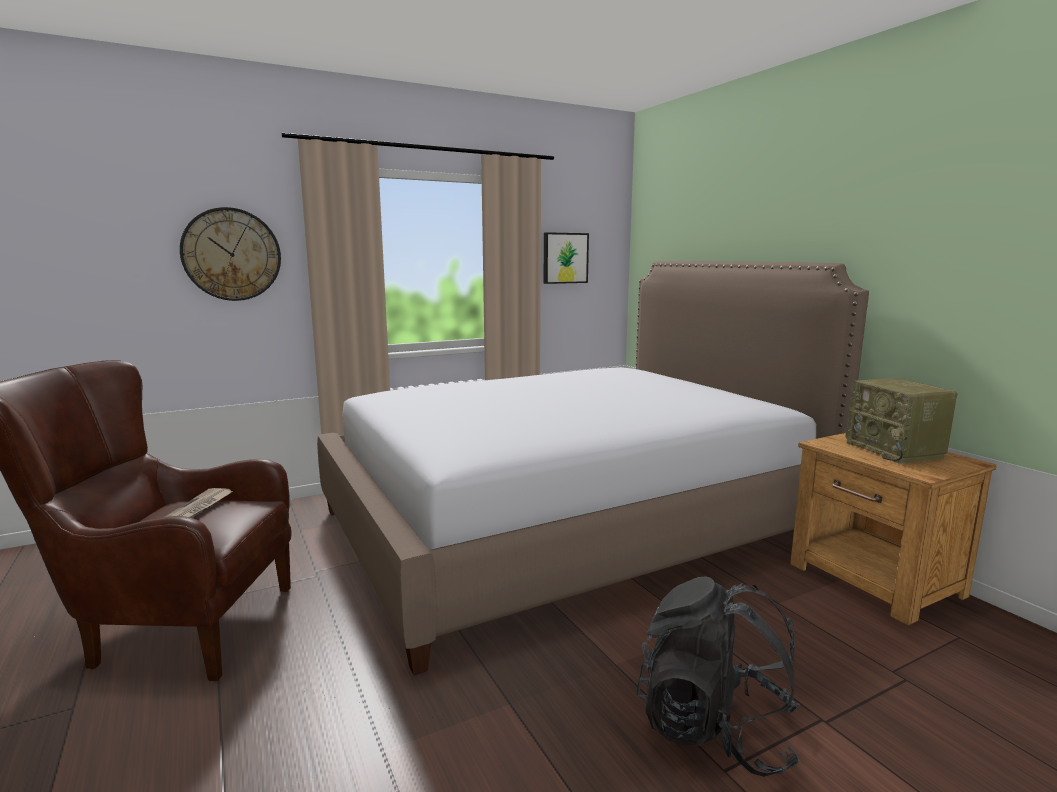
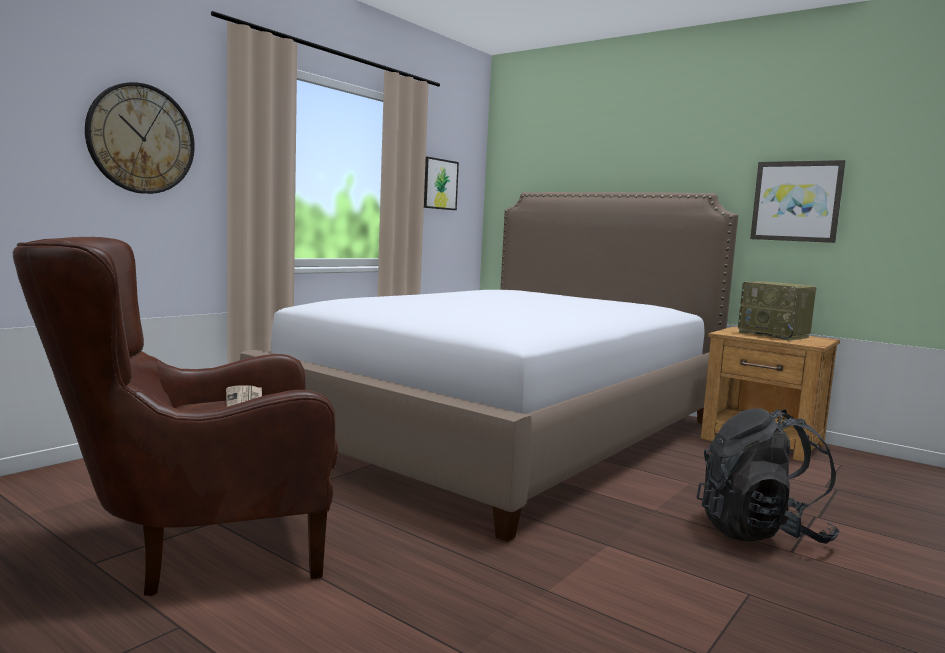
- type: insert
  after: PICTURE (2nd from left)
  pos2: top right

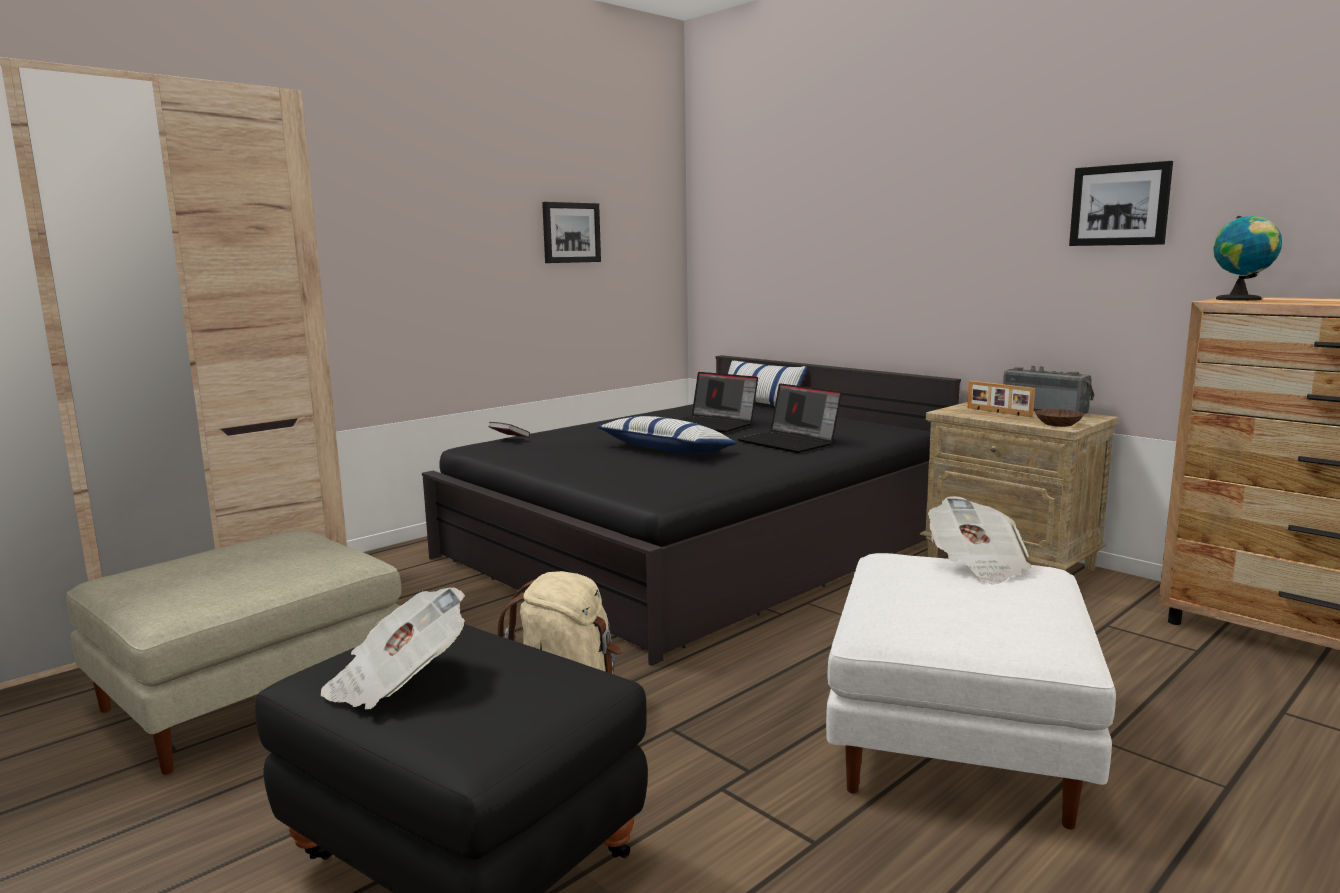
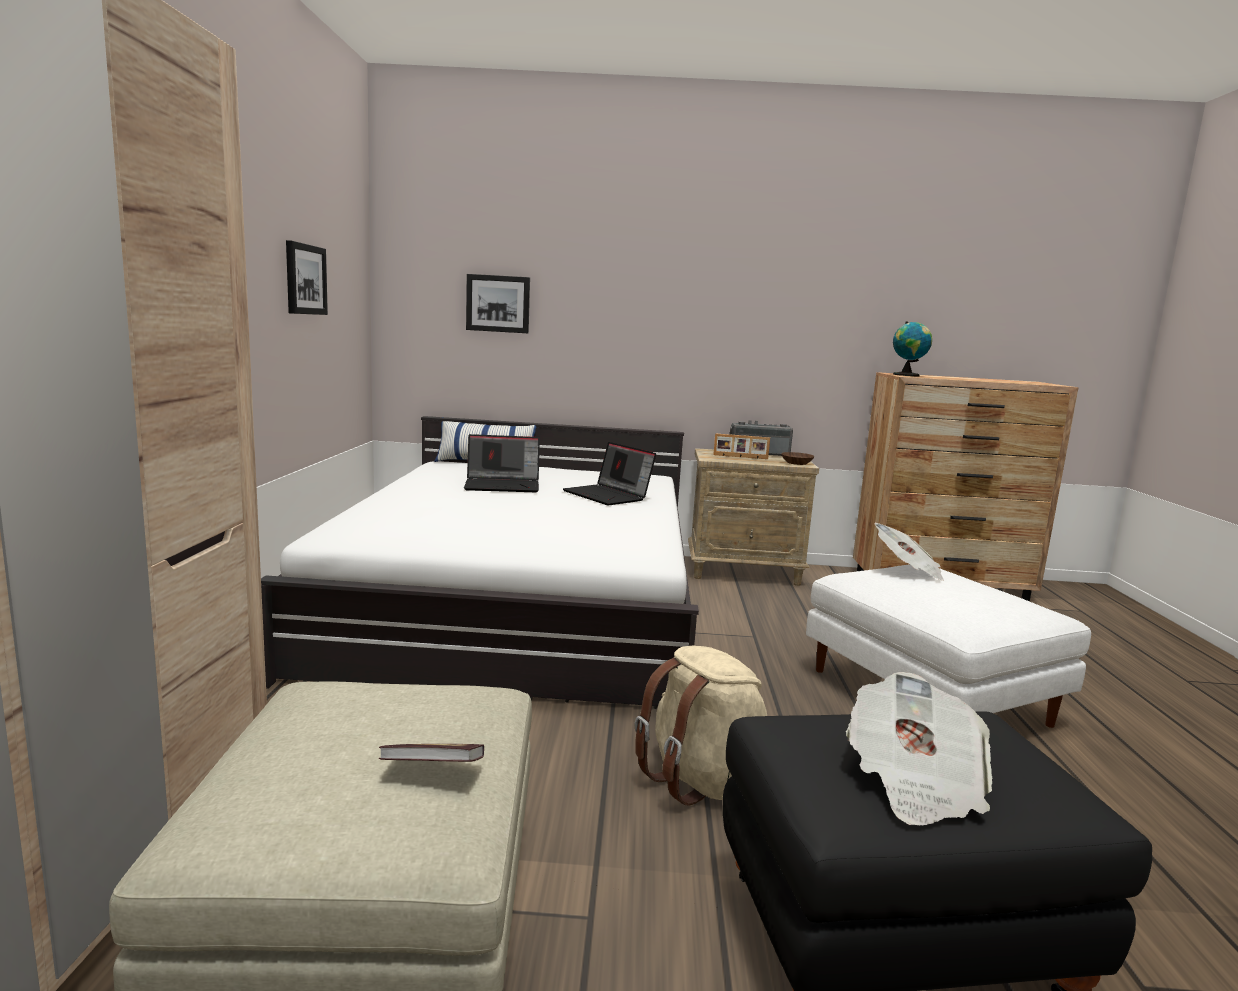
- type: delete
  before: PILLOW (1st from left)
  pos1: centre
- type: move
  before: BOOK
  pos1: centre
  pos2: bottom centre
- type: move
  before: PICTURE (2nd from left)
  pos1: top right
  pos2: top centre
- type: recolor
  before: BLACK BED
  after: WHITE BED
  pos1: centre
  pos2: centre
- type: rotate
  before: LAPTOP (2nd from left)
  pos1: centre
  pos2: centre
  turn: 45

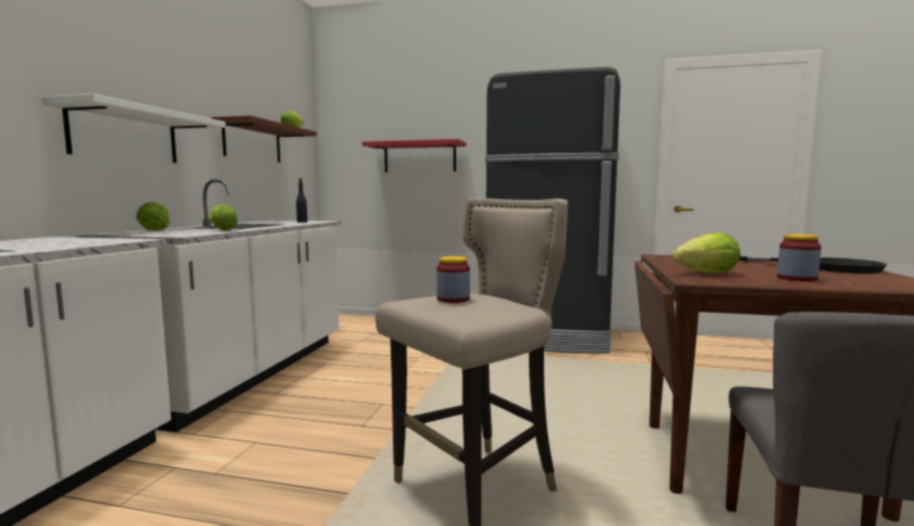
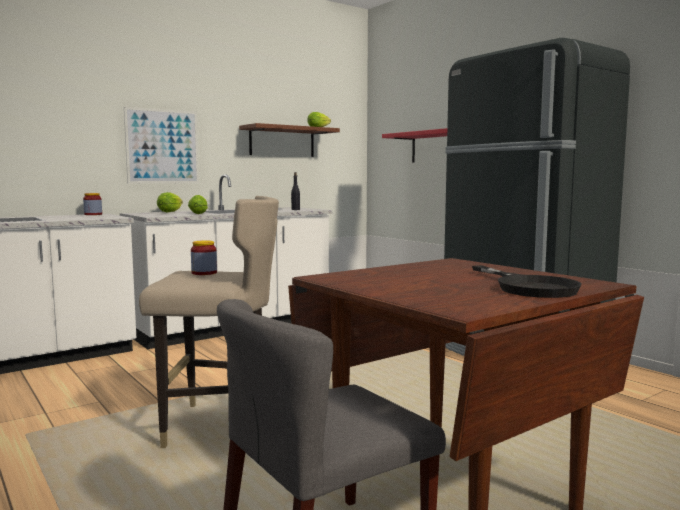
- type: delete
  before: LETTUCE (4th from left)
  pos1: middle right
- type: move
  before: JAR (2nd from left in the first image)
  after: JAR (1st from left)
  pos1: middle right
  pos2: middle left
- type: replace
  before: WHITE SHELF
  after: PICTURE
  pos1: top left
  pos2: top left

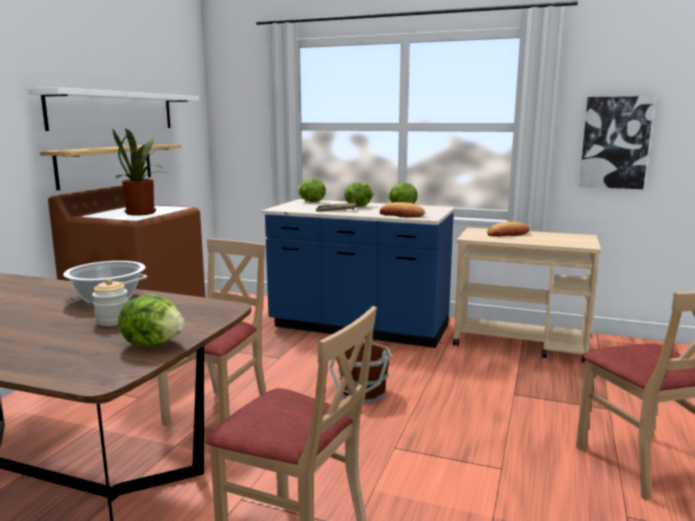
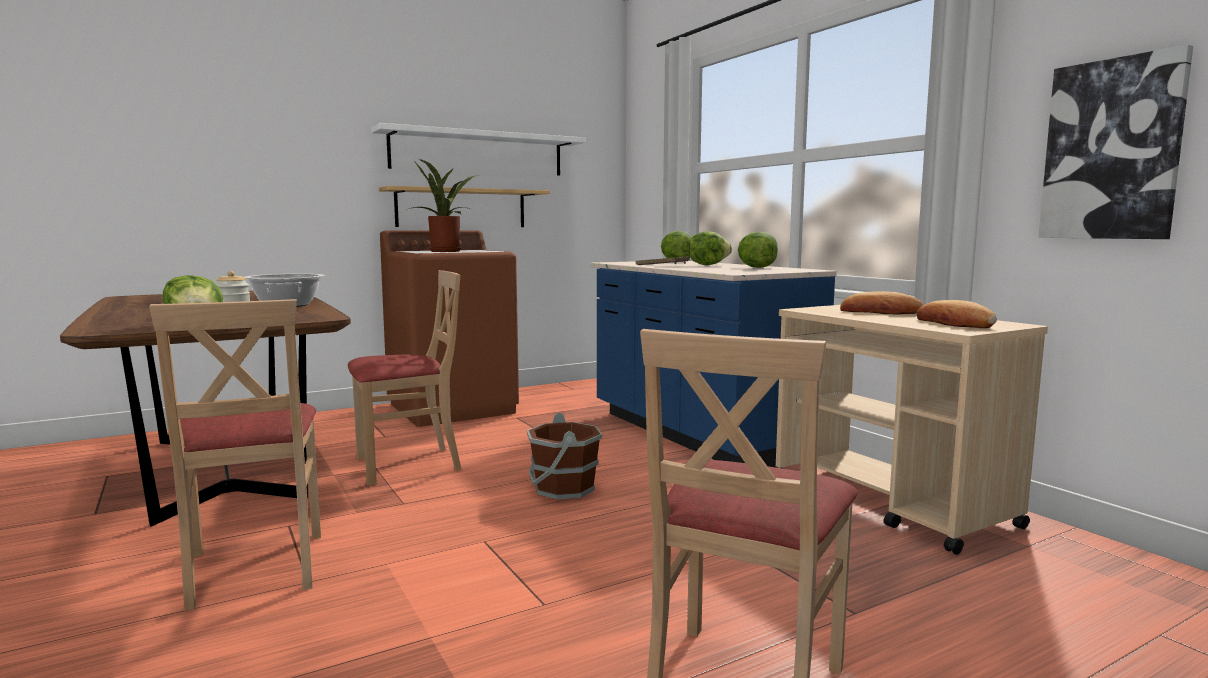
- type: move
  before: BREAD (1st from left in the first image)
  after: BREAD (2nd from left)
  pos1: centre
  pos2: middle right

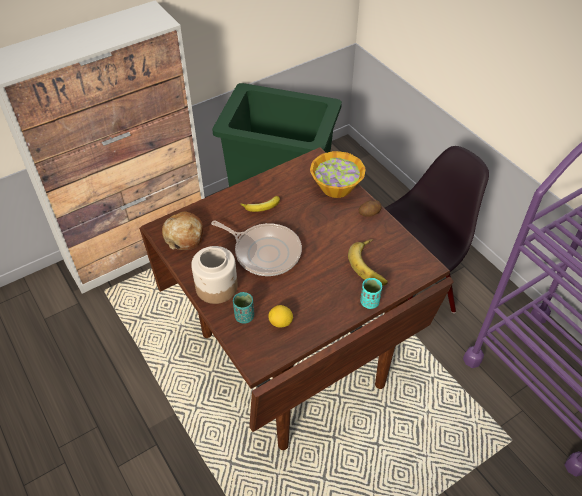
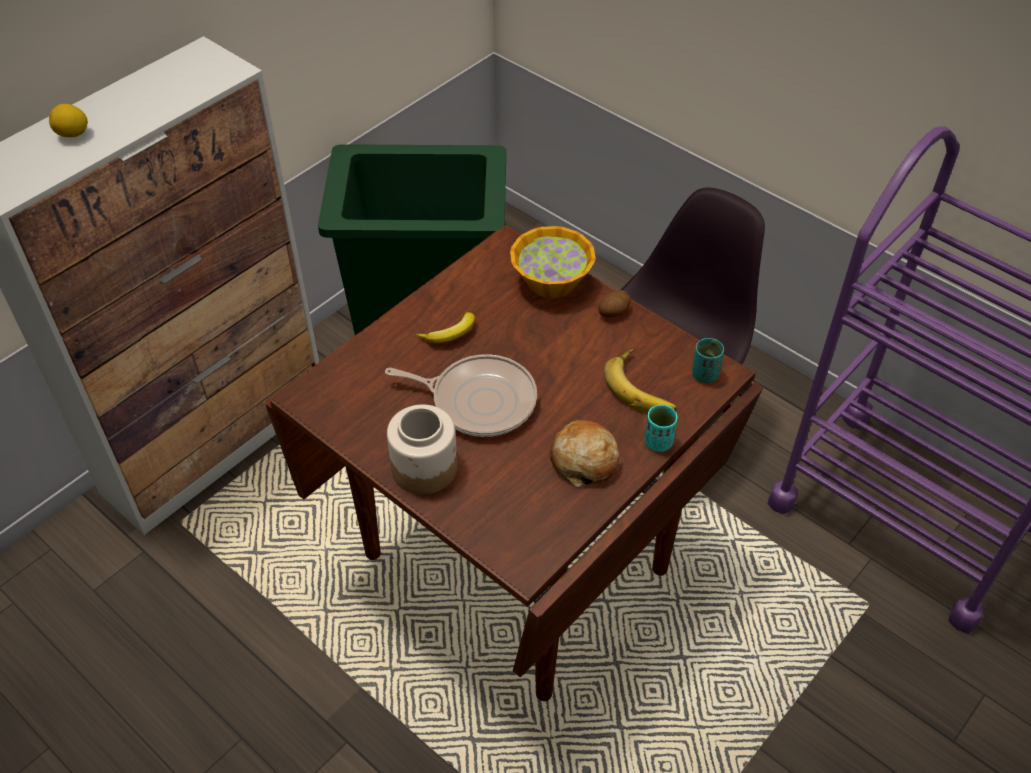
- type: move
  before: BREAD
  pos1: middle left
  pos2: centre
- type: move
  before: TURQUOISE CUP (1st from left in the first image)
  after: TURQUOISE CUP (2nd from left)
  pos1: centre
  pos2: middle right
- type: move
  before: LEMON
  pos1: centre
  pos2: top left

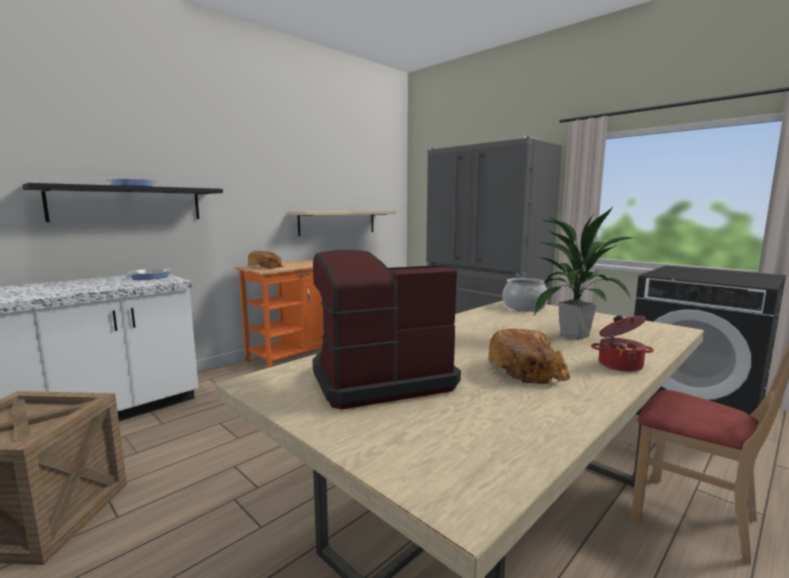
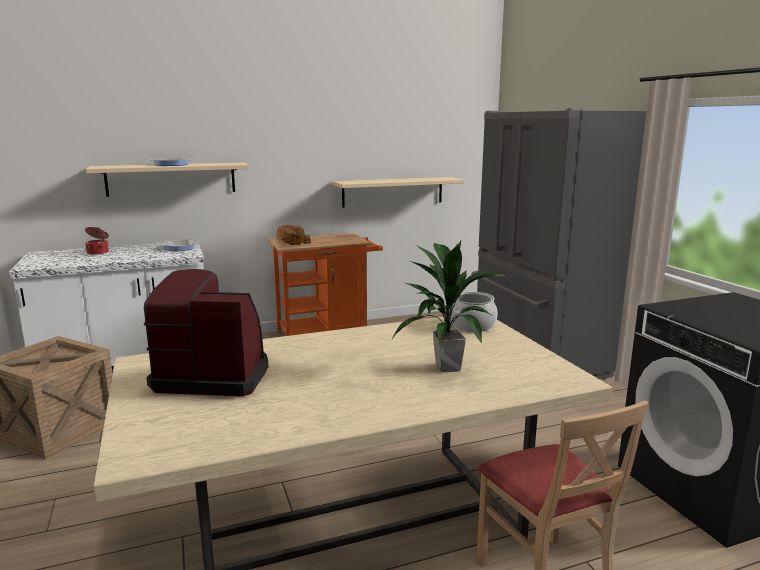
- type: delete
  before: BREAD (2nd from left)
  pos1: middle right
- type: move
  before: COOKING POT (2nd from left in the first image)
  after: COOKING POT (1st from left)
  pos1: middle right
  pos2: middle left
- type: recolor
  before: BLACK SHELF
  after: BEIGE SHELF (1st from left)
  pos1: middle left
  pos2: top left

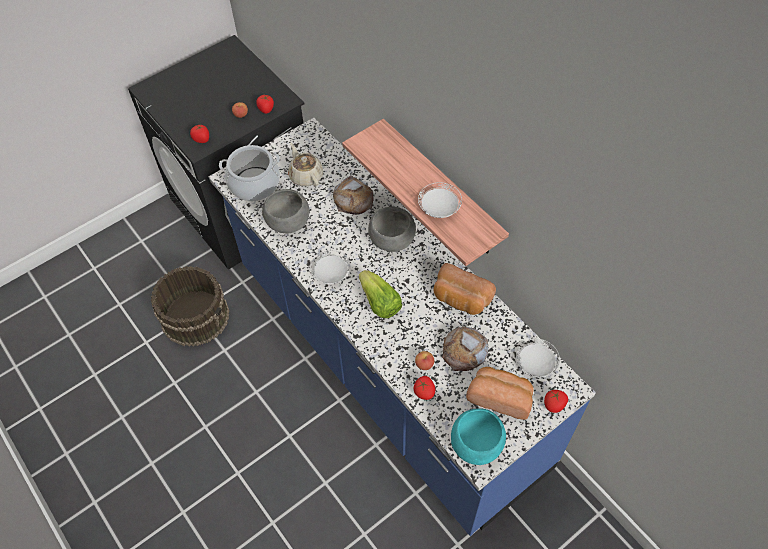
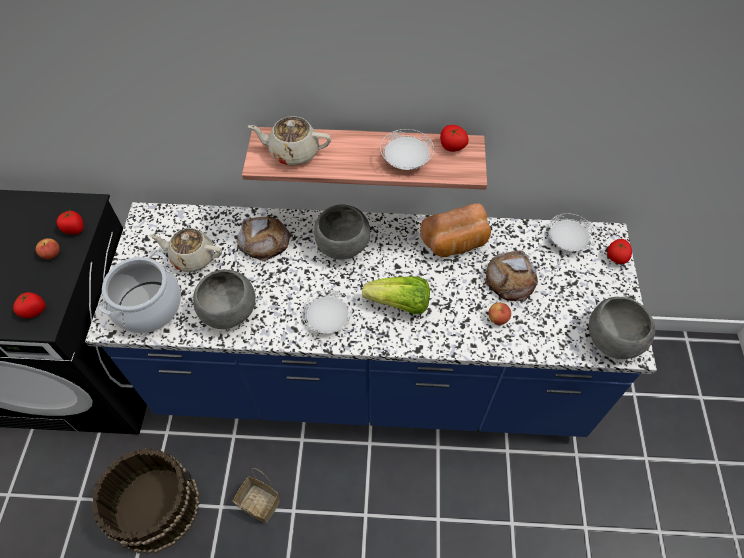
- type: delete
  before: BREAD (4th from left)
  pos1: bottom centre
- type: insert
  after: BASKET
  pos2: bottom centre
- type: insert
  after: BEIGE TEAPOT (2nd from left)
  pos2: top centre
- type: move
  before: TOMATO (3rd from left)
  pos1: bottom centre
  pos2: top centre
- type: recolor
  before: TURQUOISE BOWL
  after: GREY BOWL (3rd from left)
  pos1: bottom centre
  pos2: middle right

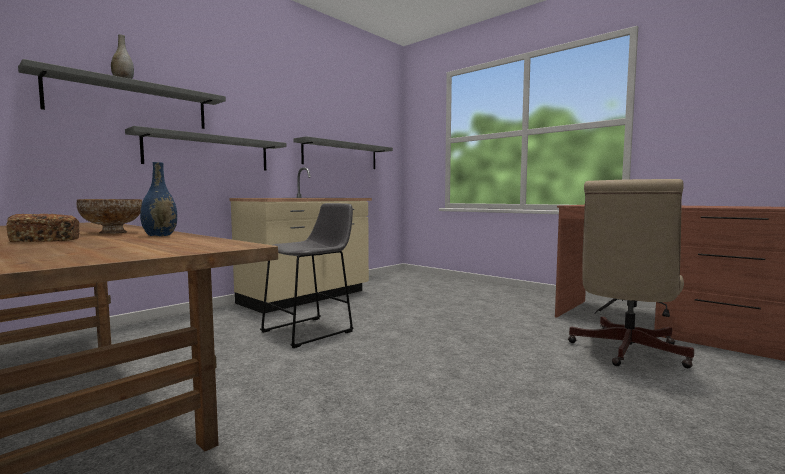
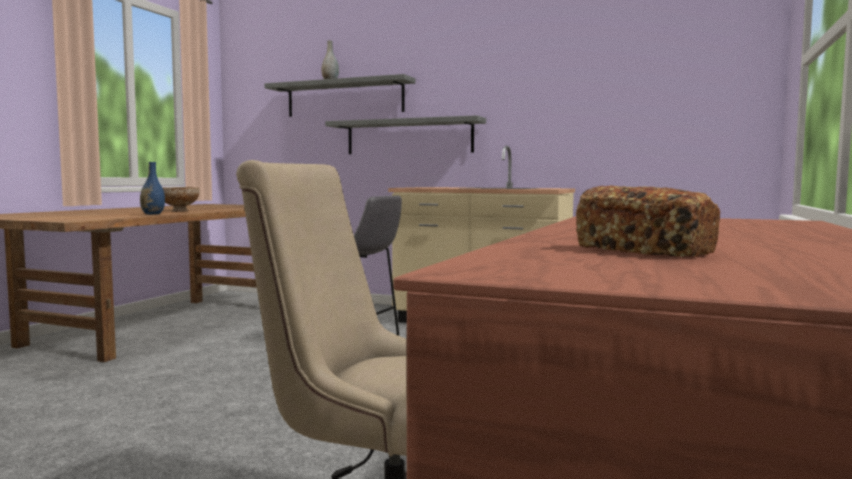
- type: delete
  before: GREY SHELF (3rd from left)
  pos1: top centre
- type: move
  before: BREAD
  pos1: middle left
  pos2: middle right

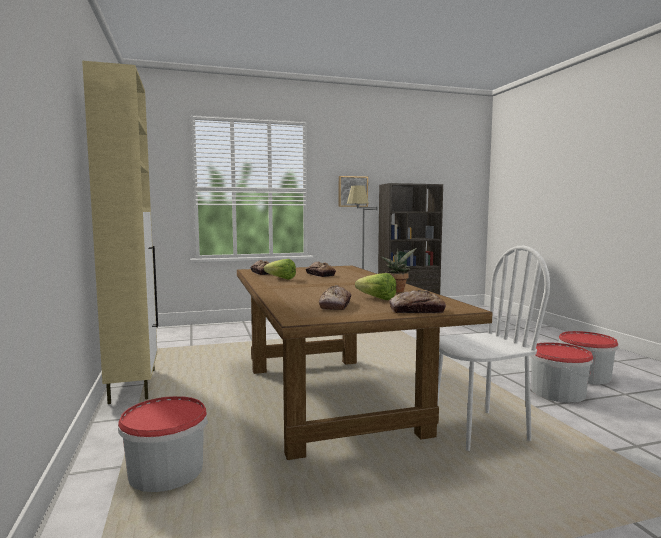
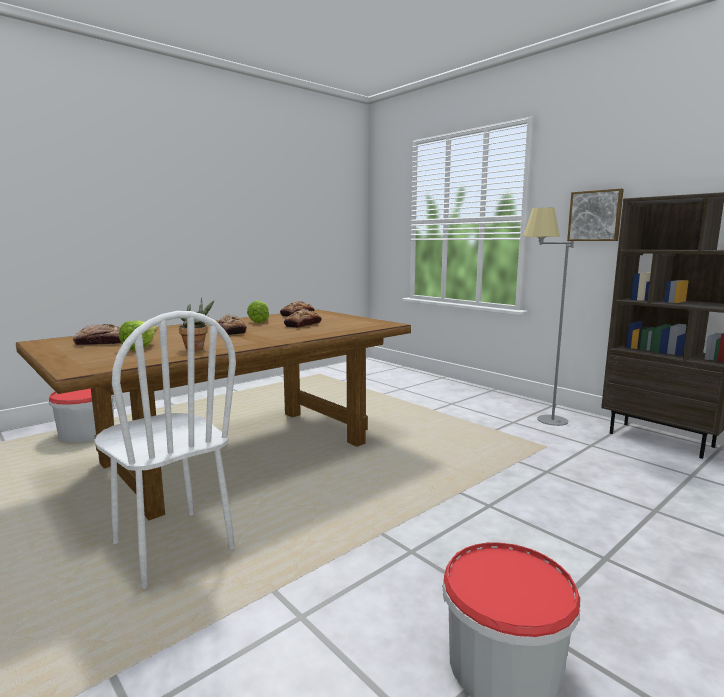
- type: delete
  before: BEIGE CABINET
  pos1: middle left
- type: delete
  before: BUCKET (2nd from left)
  pos1: bottom right
- type: move
  before: BREAD (4th from left in the first image)
  after: BREAD (2nd from left)
  pos1: centre
  pos2: middle left

